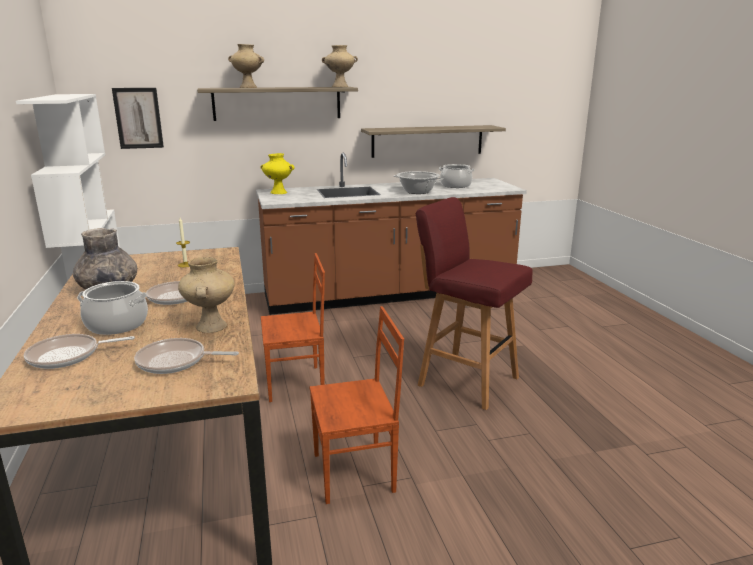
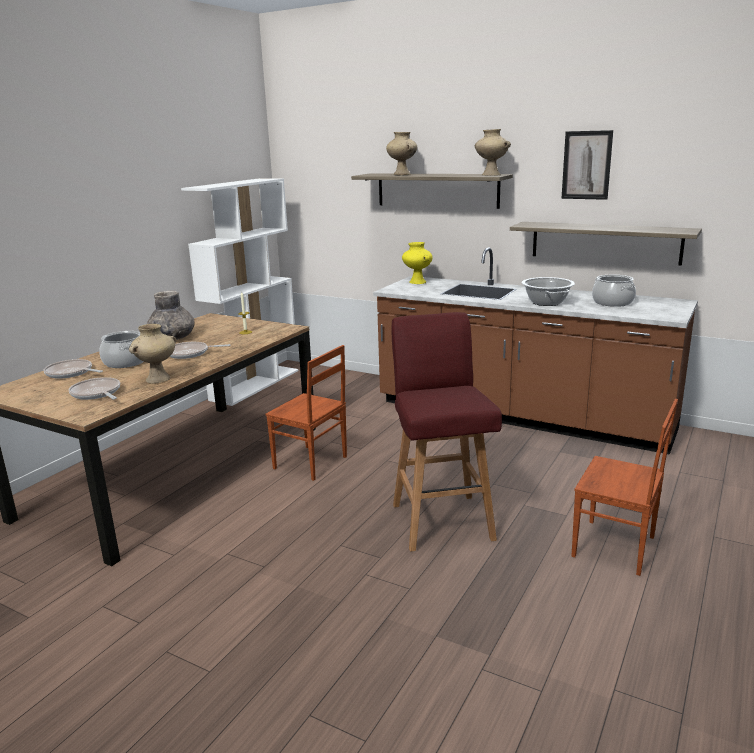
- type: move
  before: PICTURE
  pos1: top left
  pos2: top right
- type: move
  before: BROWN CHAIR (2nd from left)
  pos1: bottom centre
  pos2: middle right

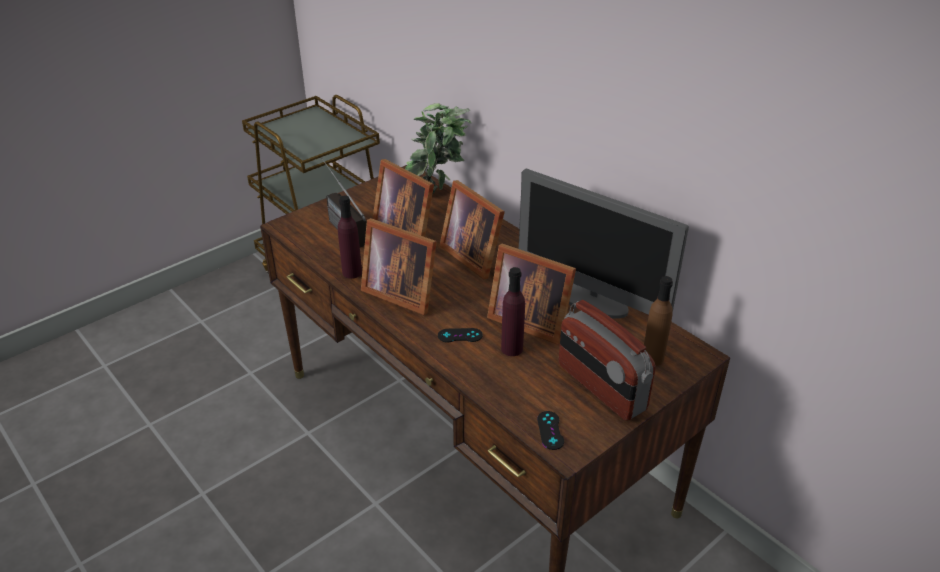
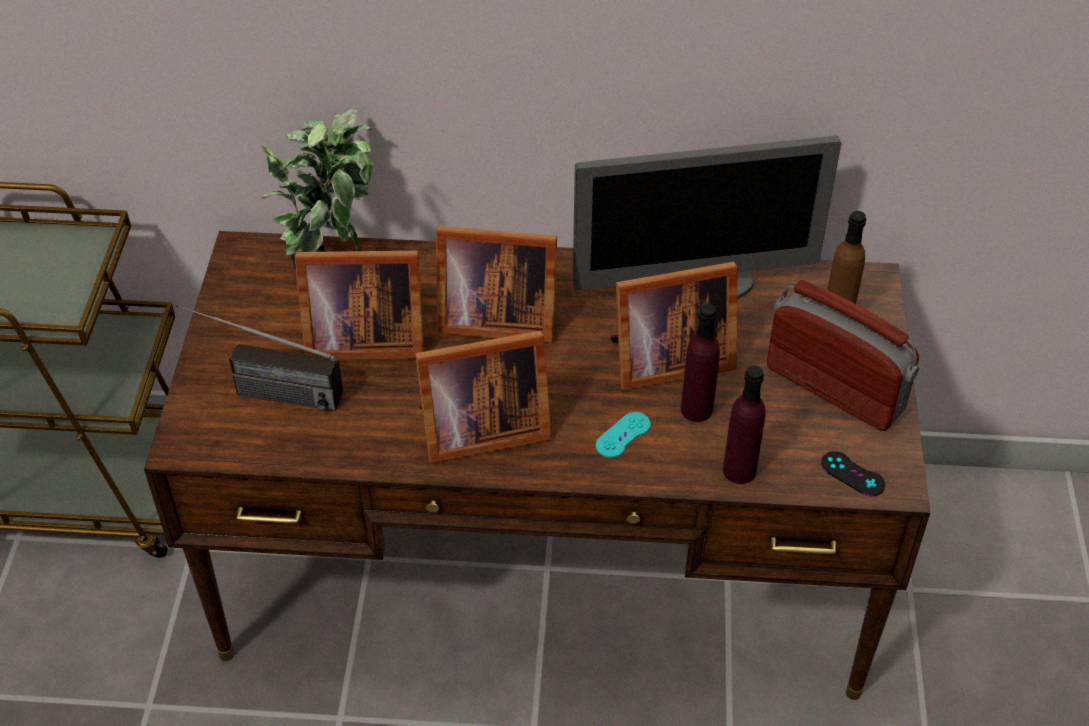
- type: move
  before: PURPLE BOTTLE (1st from left in the first image)
  after: PURPLE BOTTLE (2nd from left)
  pos1: centre
  pos2: middle right
- type: recolor
  before: BLACK GAME CONTROLLER (1st from left)
  after: TURQUOISE GAME CONTROLLER
  pos1: centre
  pos2: centre
- type: rotate
  before: RADIO (2nd from left)
  pos1: centre
  pos2: middle right
  turn: -150

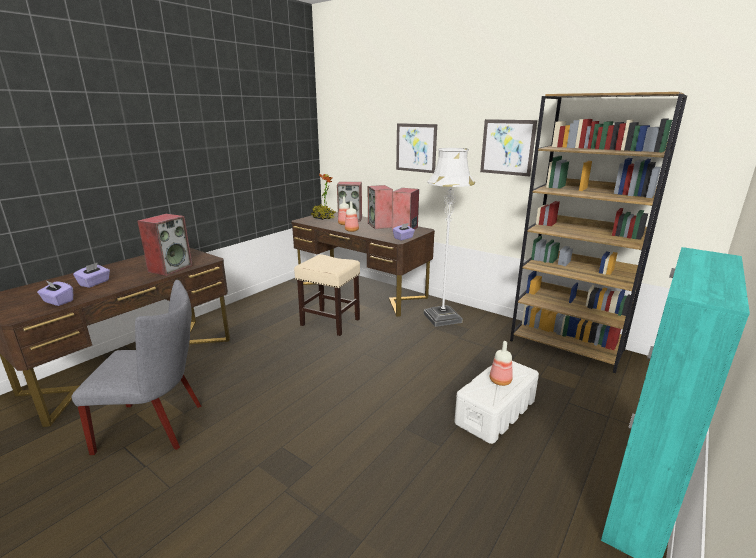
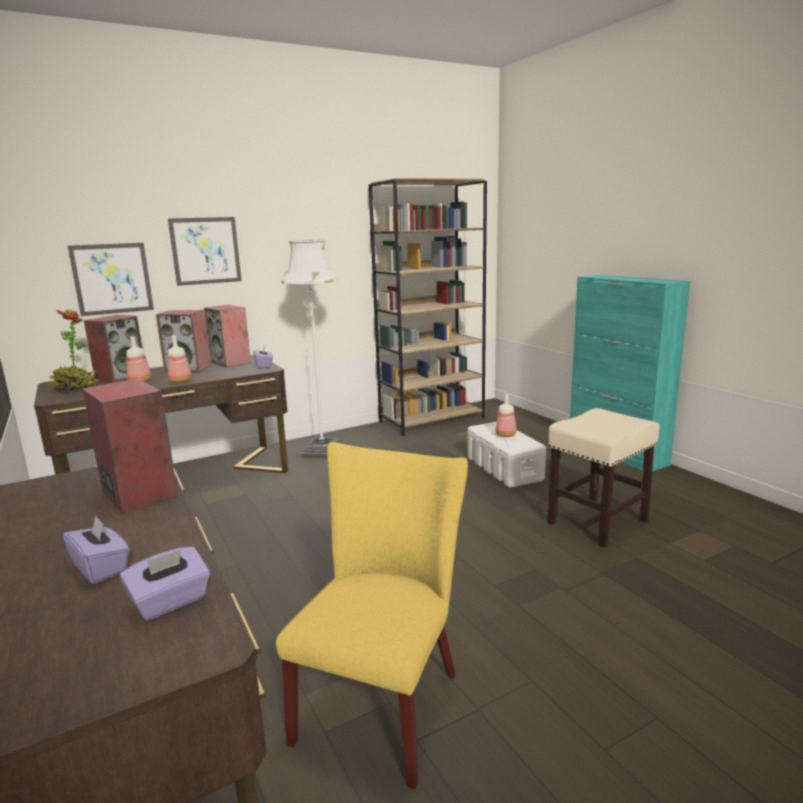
- type: move
  before: BEIGE STOOL
  pos1: centre
  pos2: middle right
- type: move
  before: PICTURE (2nd from left in the first image)
  after: PICTURE (1st from left)
  pos1: top right
  pos2: middle left
- type: recolor
  before: GREY CHAIR
  after: YELLOW CHAIR
  pos1: middle left
  pos2: bottom centre

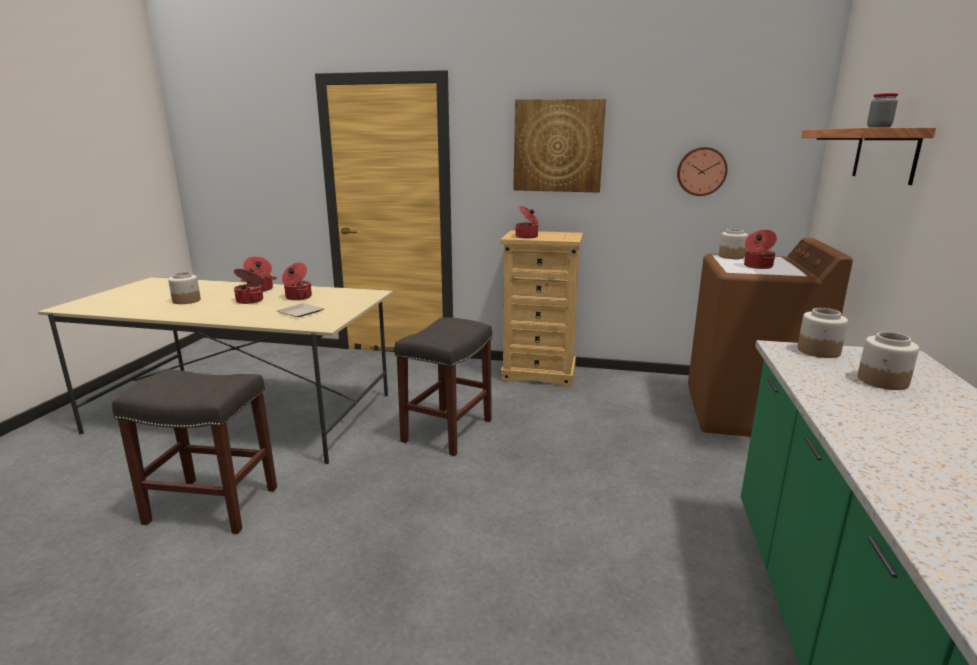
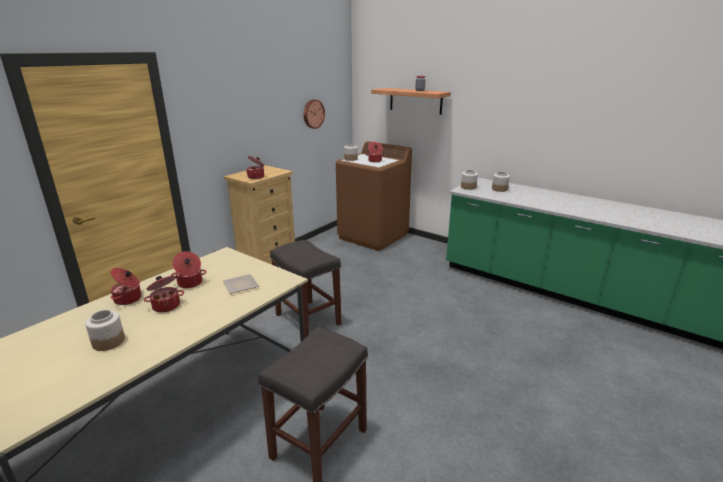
- type: delete
  before: PICTURE
  pos1: top centre

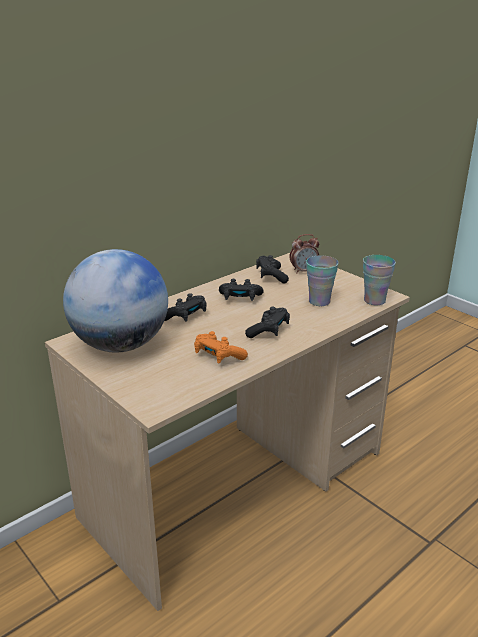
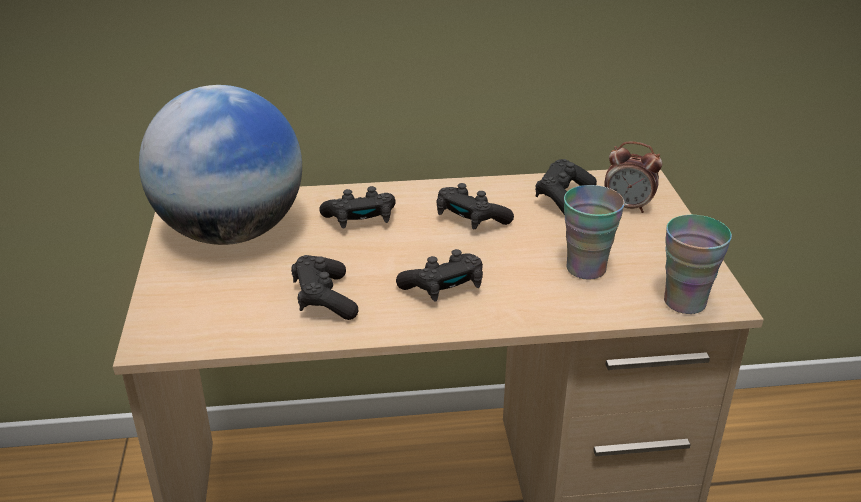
- type: recolor
  before: ORANGE GAME CONTROLLER
  after: BLACK GAME CONTROLLER (1st from left)
  pos1: centre
  pos2: centre

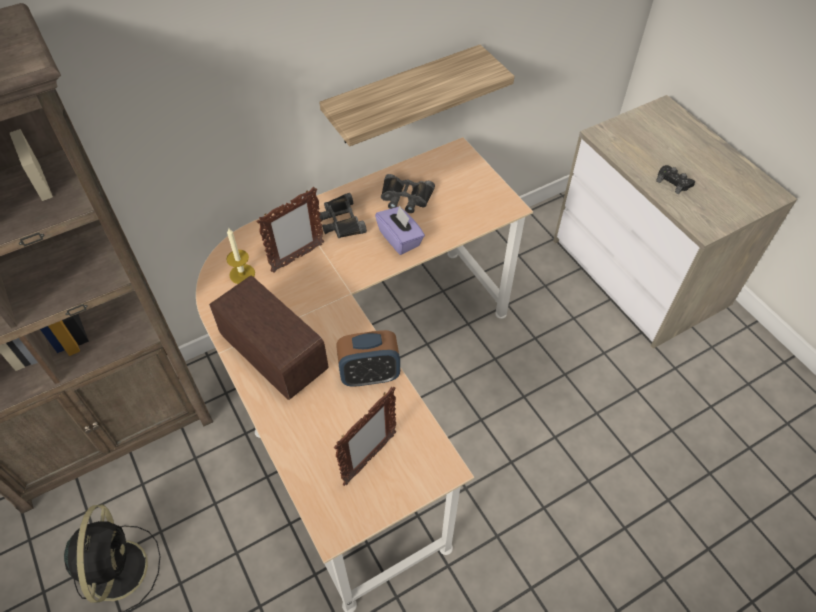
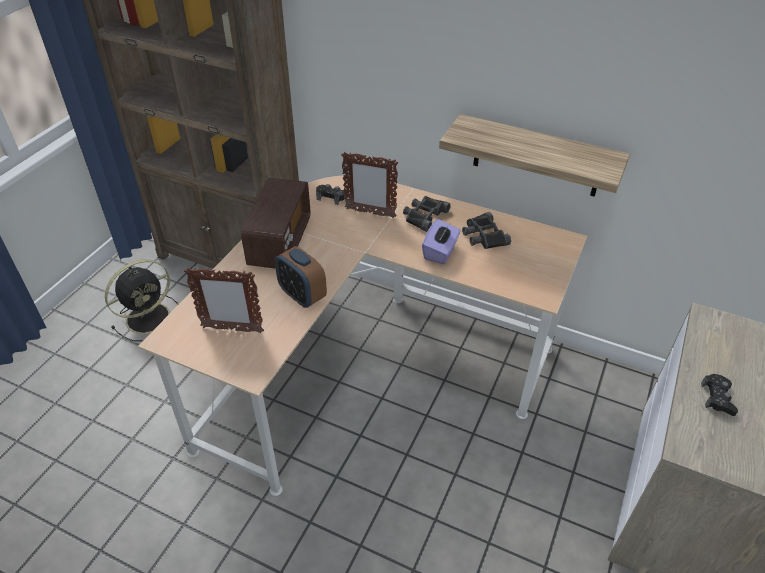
- type: replace
  before: CANDLE
  after: BLACK GAME CONTROLLER (1st from left)
  pos1: middle left
  pos2: centre

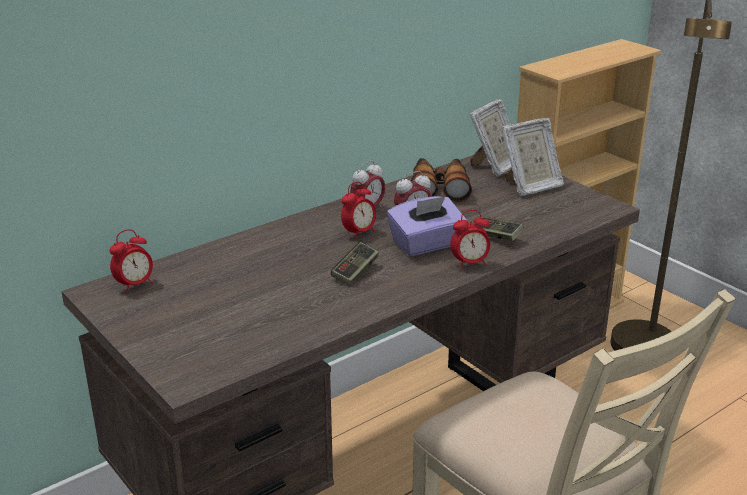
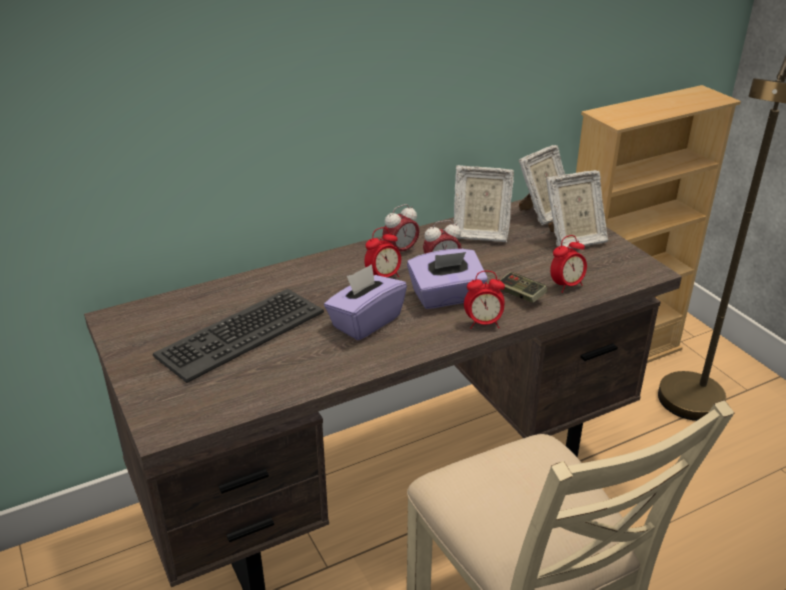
- type: insert
  after: KEYBOARD
  pos2: middle left
- type: move
  before: ALARM CLOCK (1st from left in the first image)
  after: ALARM CLOCK (5th from left)
  pos1: middle left
  pos2: middle right
- type: replace
  before: GAME CONTROLLER (1st from left)
  after: PURPLE TISSUE BOX (1st from left)
  pos1: centre
  pos2: centre
- type: replace
  before: BINOCULARS
  after: PICTURE FRAME (1st from left)
  pos1: centre
  pos2: centre

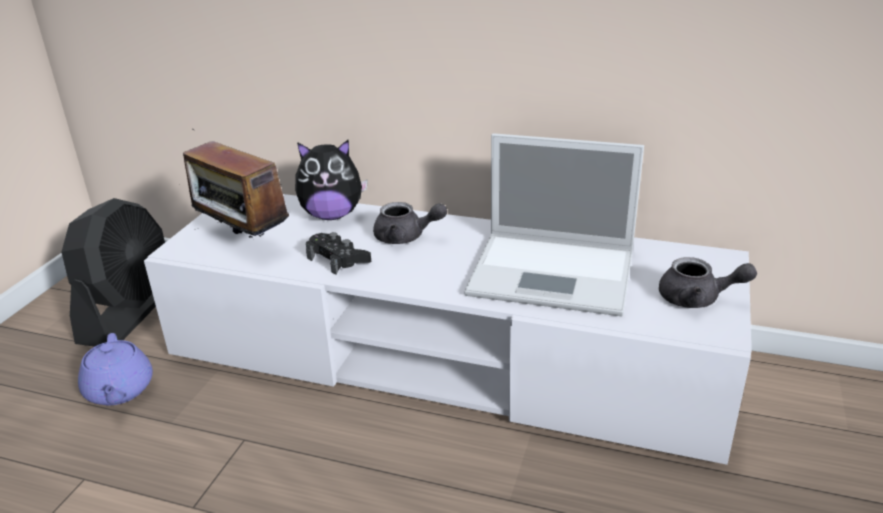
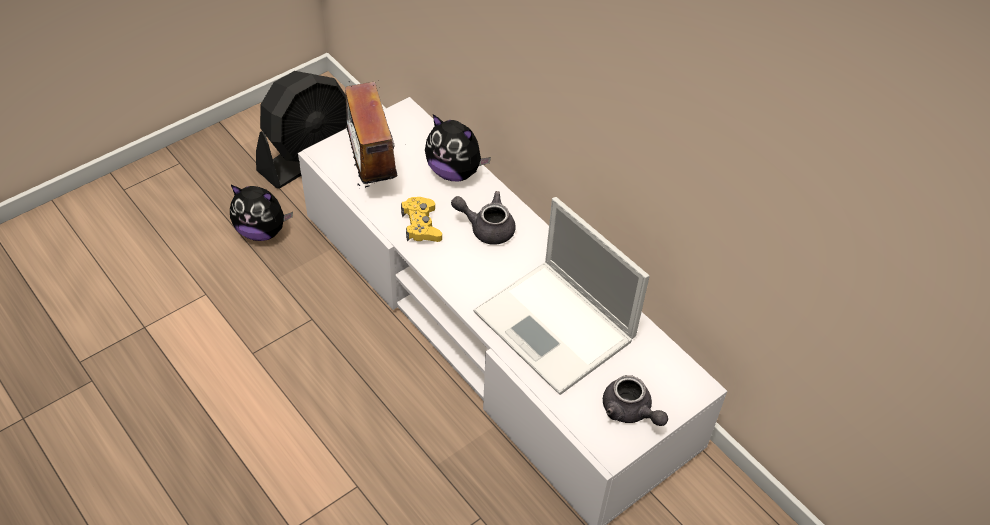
- type: replace
  before: PURPLE TEAPOT
  after: PLUSH TOY (1st from left)
  pos1: bottom left
  pos2: middle left
- type: recolor
  before: BLACK GAME CONTROLLER
  after: YELLOW GAME CONTROLLER
  pos1: centre
  pos2: centre
- type: rotate
  before: GREY TEAPOT (1st from left)
  pos1: centre
  pos2: centre
  turn: 150

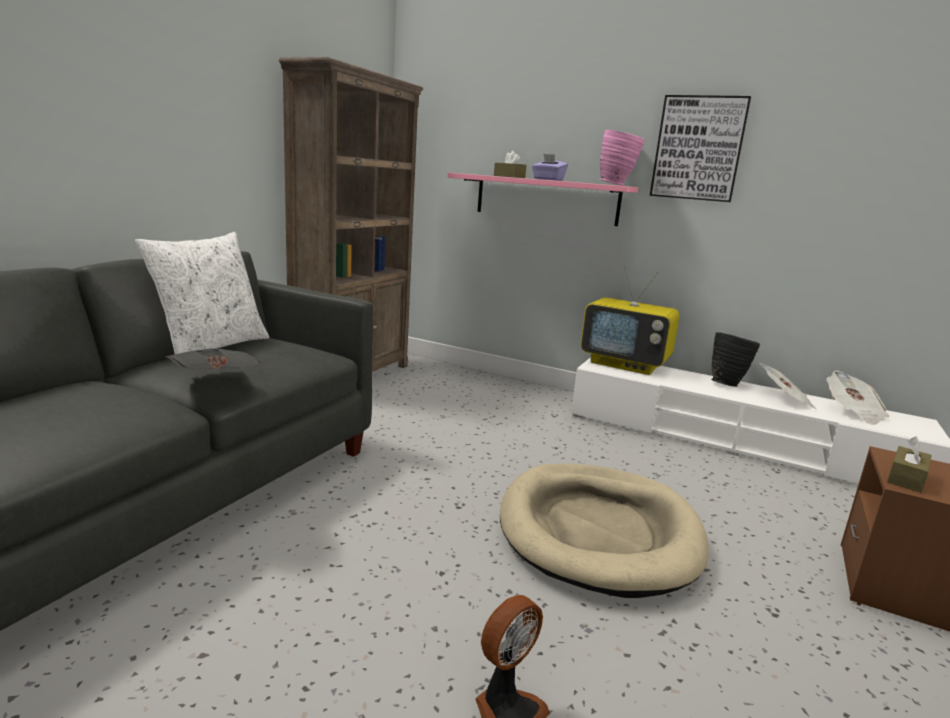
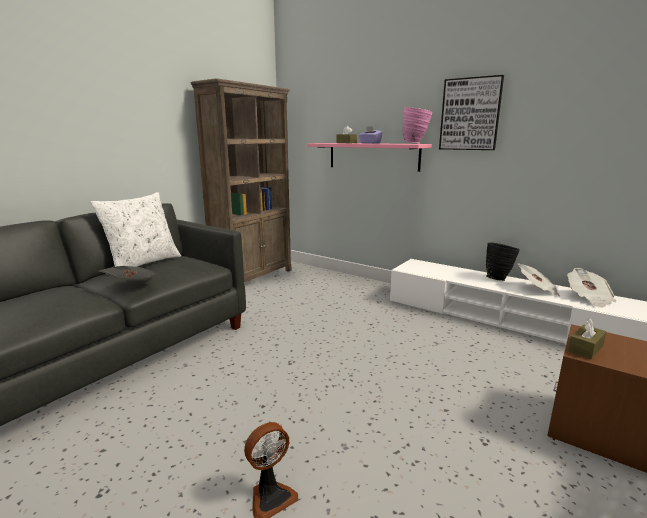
- type: delete
  before: BEIGE DOG BED
  pos1: bottom centre
- type: delete
  before: TELEVISION
  pos1: centre

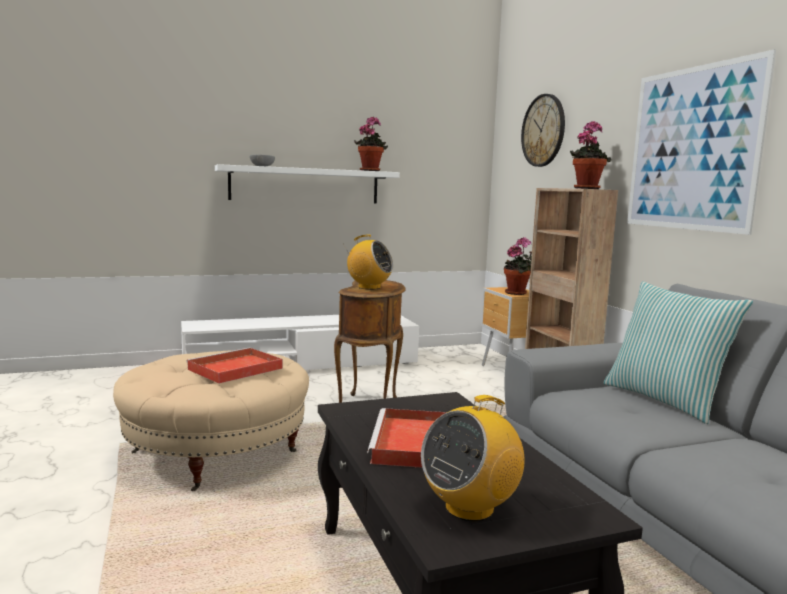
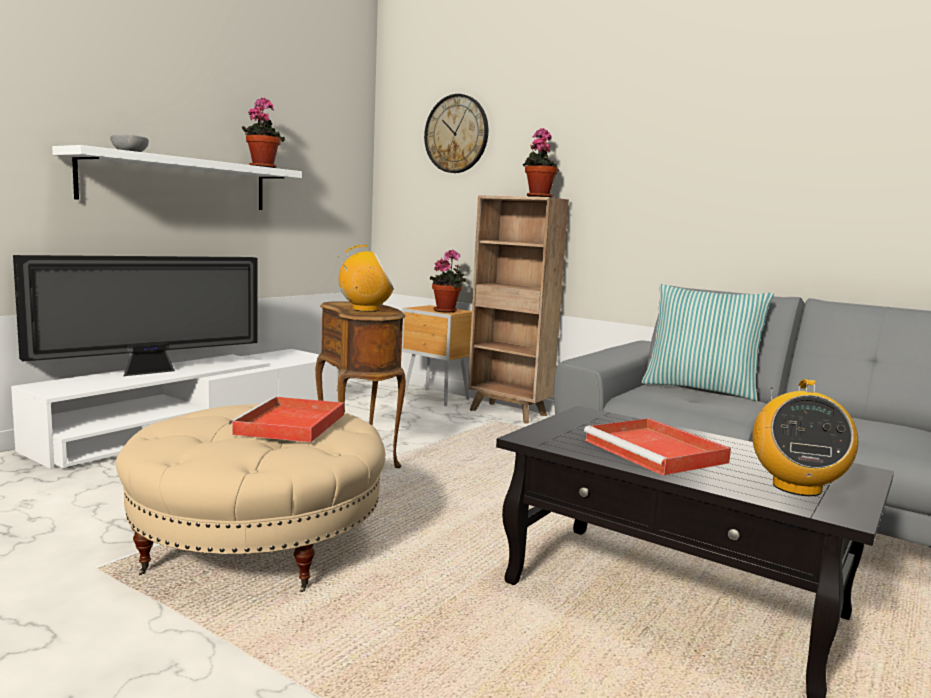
- type: delete
  before: PICTURE
  pos1: top right
- type: insert
  after: TELEVISION
  pos2: middle left

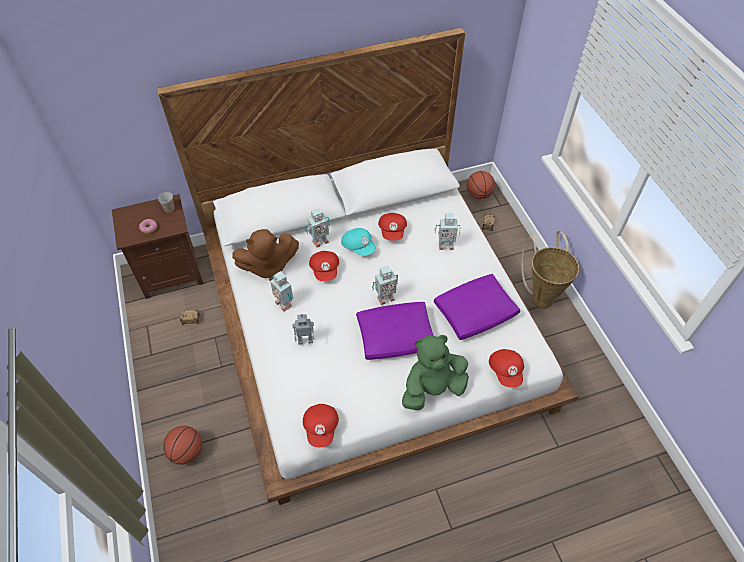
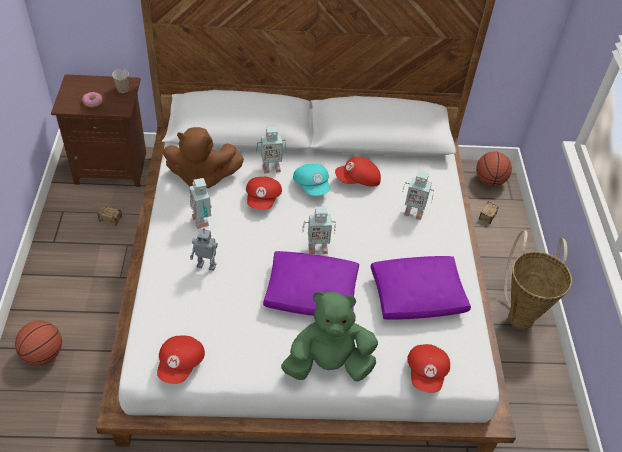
- type: rotate
  before: RED CAP (3rd from left)
  pos1: centre
  pos2: centre
  turn: 60

